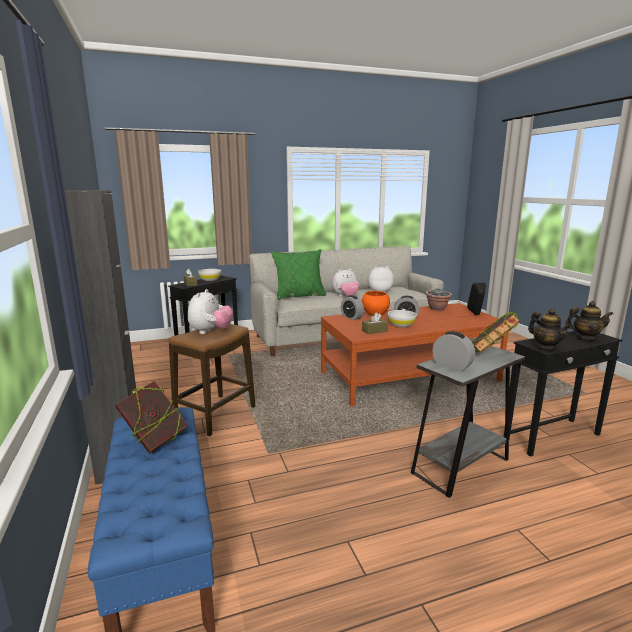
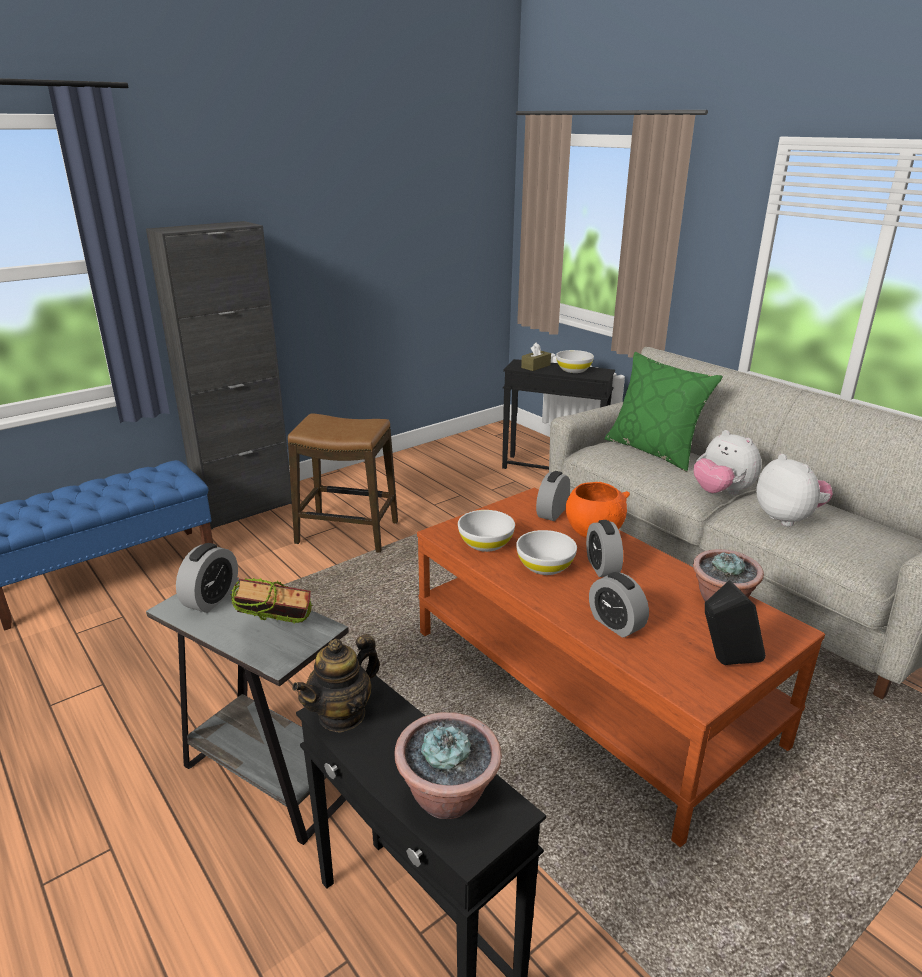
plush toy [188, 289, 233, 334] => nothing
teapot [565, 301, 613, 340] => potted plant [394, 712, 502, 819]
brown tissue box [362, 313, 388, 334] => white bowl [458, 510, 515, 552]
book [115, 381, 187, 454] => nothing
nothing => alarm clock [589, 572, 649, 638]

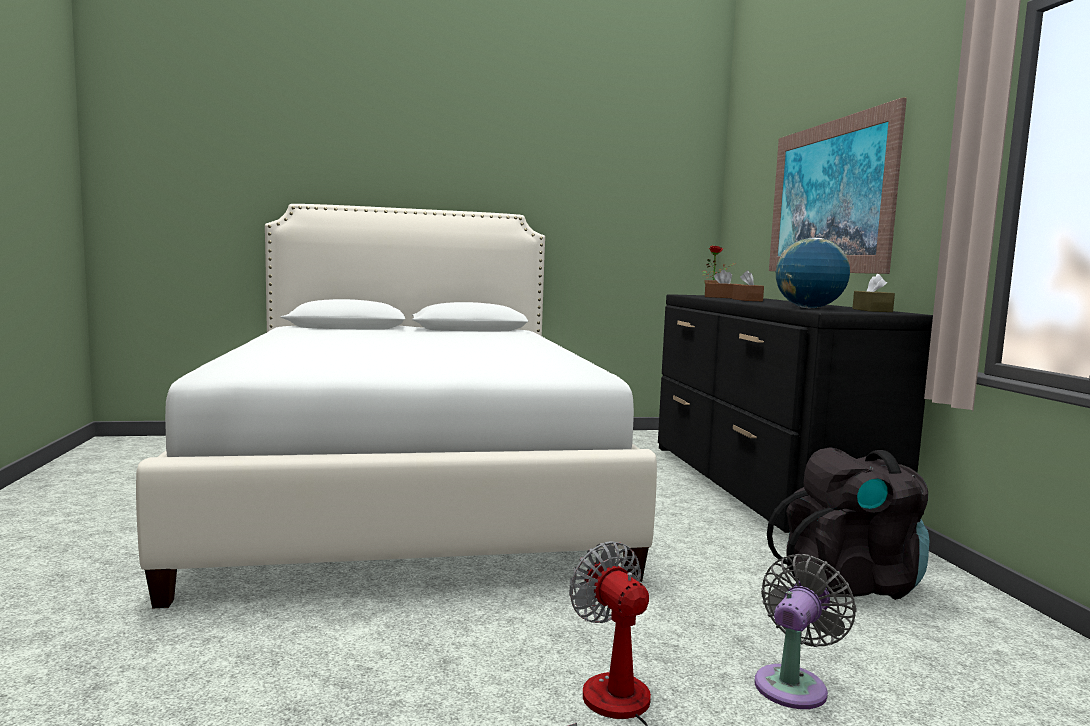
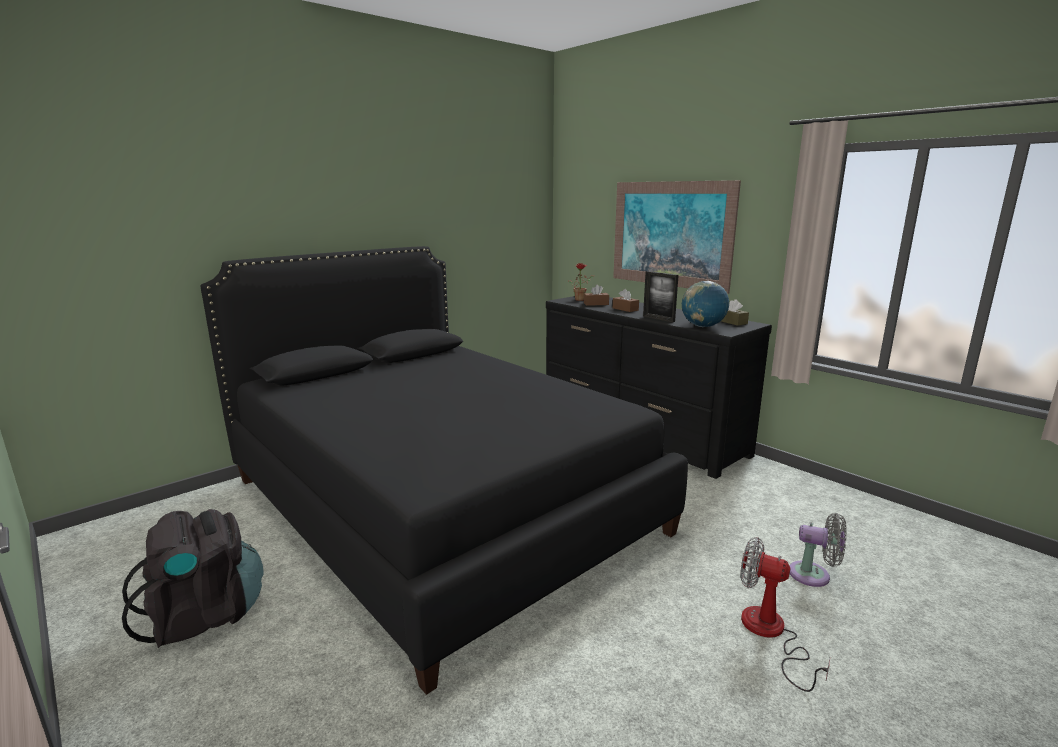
white bed [136, 204, 657, 609] => black bed [200, 246, 688, 695]
black backpack [767, 447, 930, 600] => black backpack [122, 509, 264, 648], shifted
grey fan [755, 554, 857, 709] => grey fan [789, 513, 847, 587], 105 degrees clockwise
nothing => picture frame [643, 271, 679, 322]

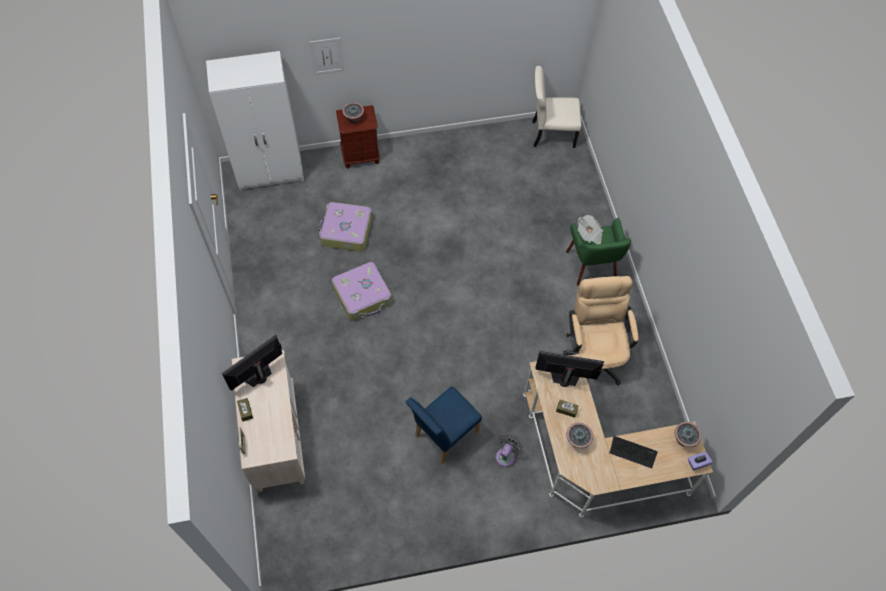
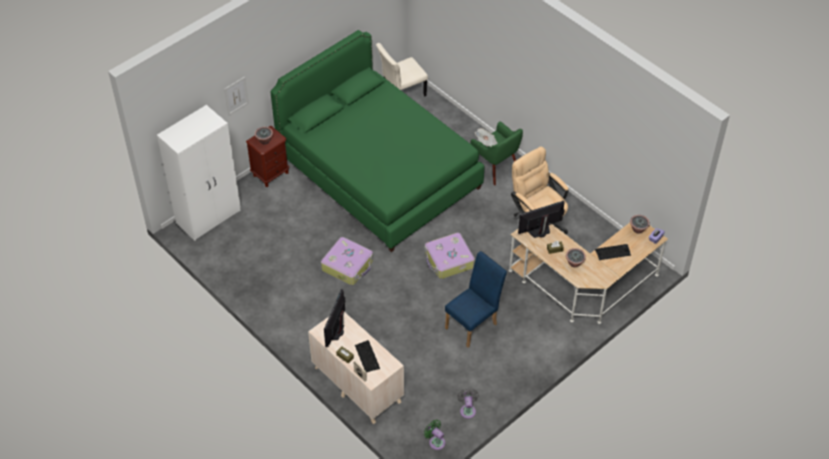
suitcase [318, 202, 372, 252] => suitcase [425, 233, 475, 279], shifted
blue chair [405, 386, 482, 464] => blue chair [445, 251, 507, 348], 150 degrees counterclockwise
grey fan [496, 434, 523, 467] => grey fan [457, 389, 479, 419], shifted
nothing => green bed [270, 30, 485, 252]
nothing => keyboard [355, 340, 380, 373]
nothing => green fan [424, 419, 445, 450]

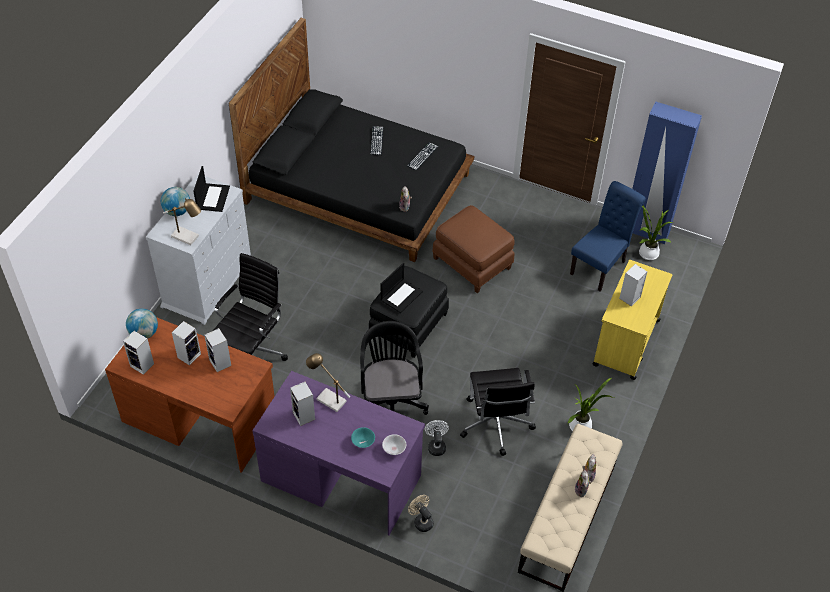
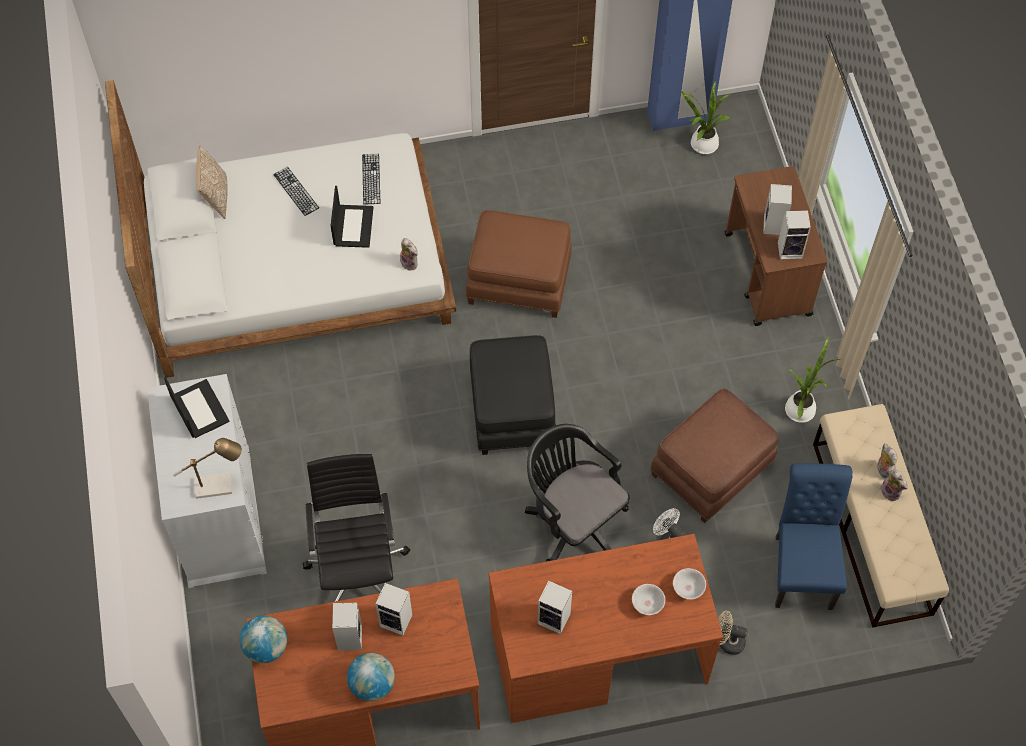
black bed [229, 18, 474, 262] => white bed [105, 80, 456, 378]
blue chair [570, 181, 646, 291] => blue chair [775, 463, 853, 610], shifted
globe [161, 187, 190, 216] => globe [347, 653, 395, 701], shifted
yellow cart [593, 260, 672, 380] => brown cart [725, 166, 828, 326]
laptop [381, 263, 423, 313] => laptop [331, 186, 374, 248], shifted
speaker [123, 331, 154, 375] => speaker [778, 210, 811, 260], shifted
table lamp [306, 353, 350, 412] => nothing
black office chair [460, 368, 536, 456] => brown ottoman [651, 389, 779, 523]
purple desk [252, 371, 425, 536] => brown desk [488, 534, 723, 723]
turquoise bowl [351, 427, 375, 448] => white bowl [632, 584, 665, 615]
nothing => pillow [196, 146, 228, 219]

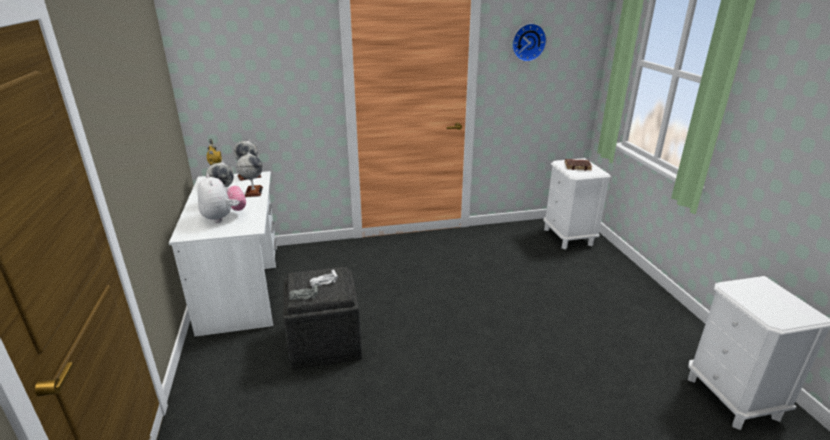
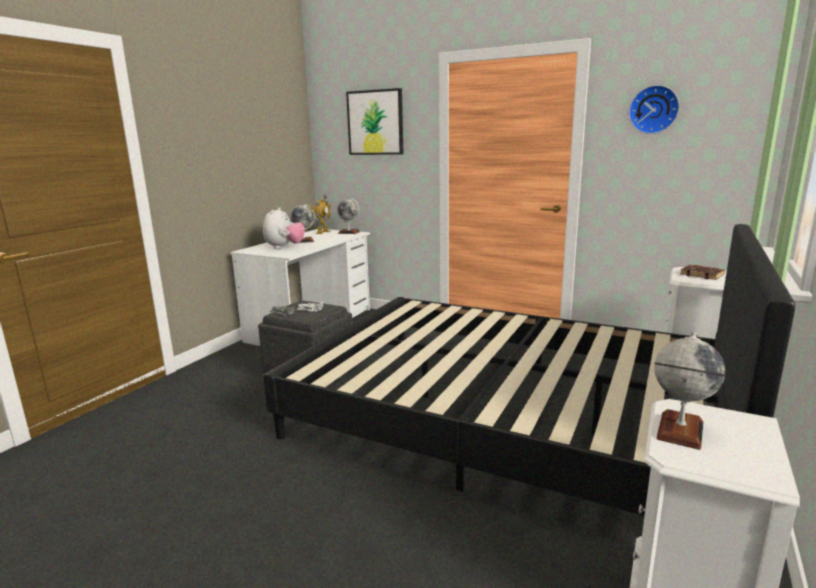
globe [237, 152, 263, 197] => globe [654, 332, 725, 450], shifted
nothing => picture [346, 88, 403, 155]
nothing => black bed [263, 224, 795, 516]

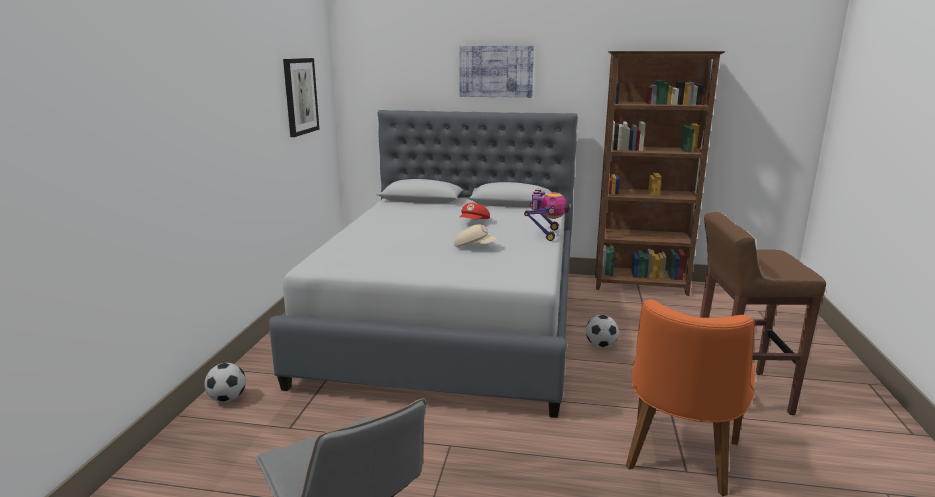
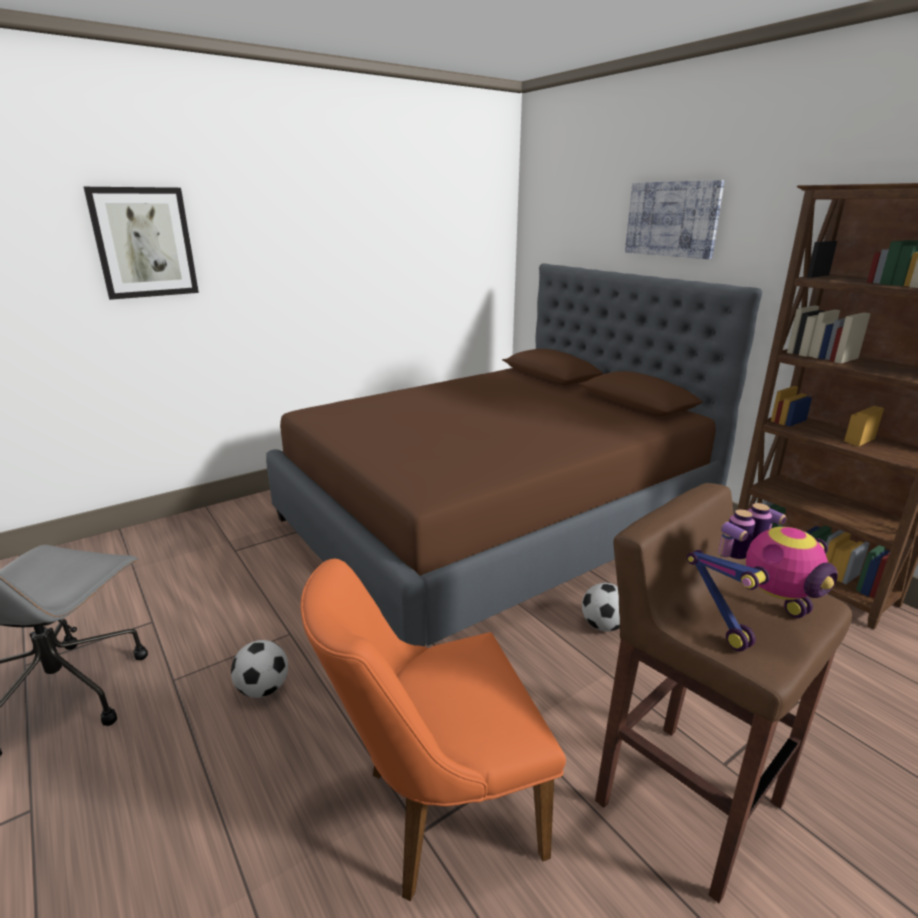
picture [283, 58, 319, 137] => picture [84, 187, 199, 300], shifted
grey bed [269, 110, 578, 418] => brown bed [266, 263, 762, 647]
toy robot [524, 189, 571, 241] => toy robot [687, 503, 838, 652], shifted
red cap [460, 203, 490, 219] => nothing
beige cap [454, 224, 497, 247] => nothing
football [205, 363, 246, 402] => football [231, 640, 288, 698], shifted

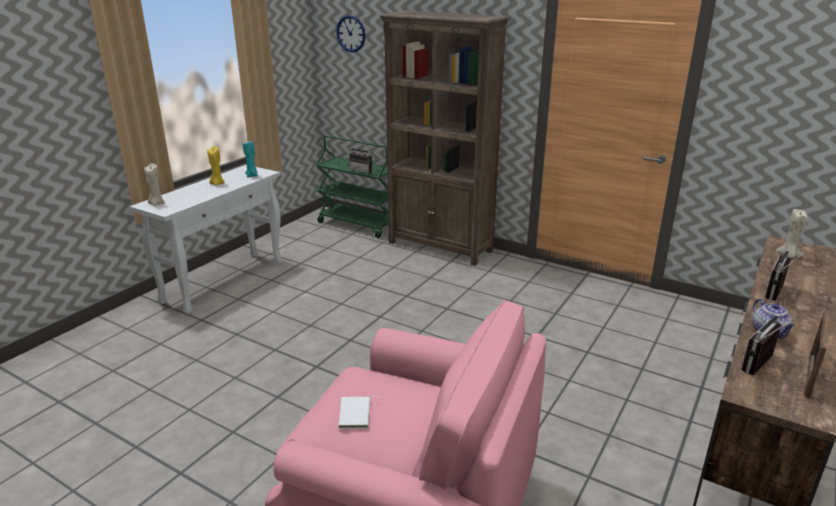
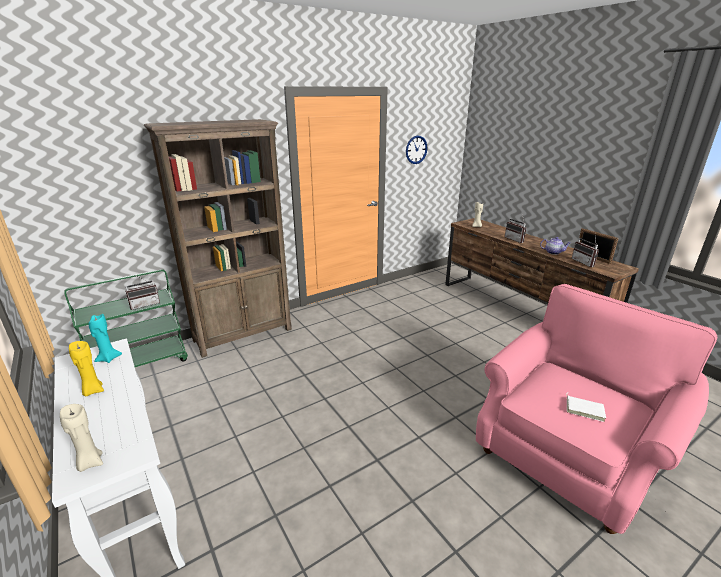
wall clock [336, 15, 365, 52] => wall clock [406, 135, 427, 164], shifted

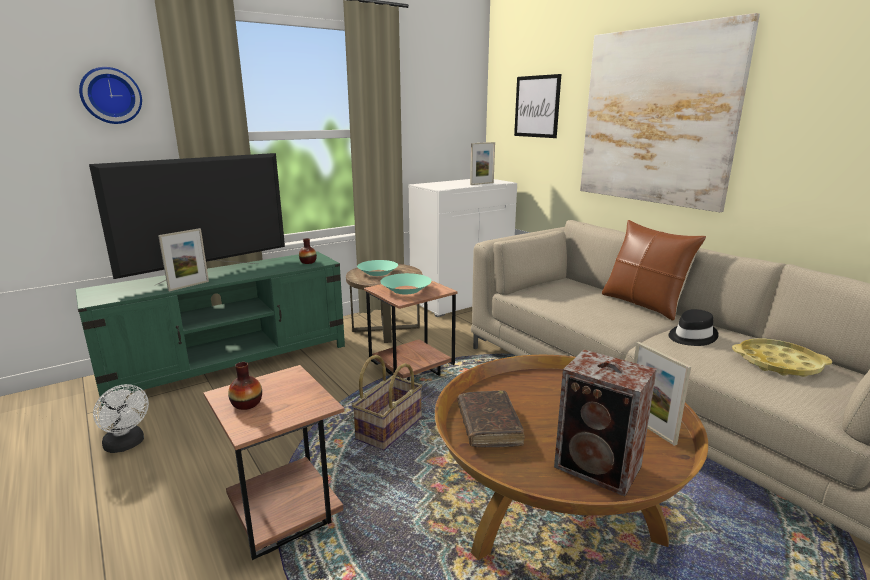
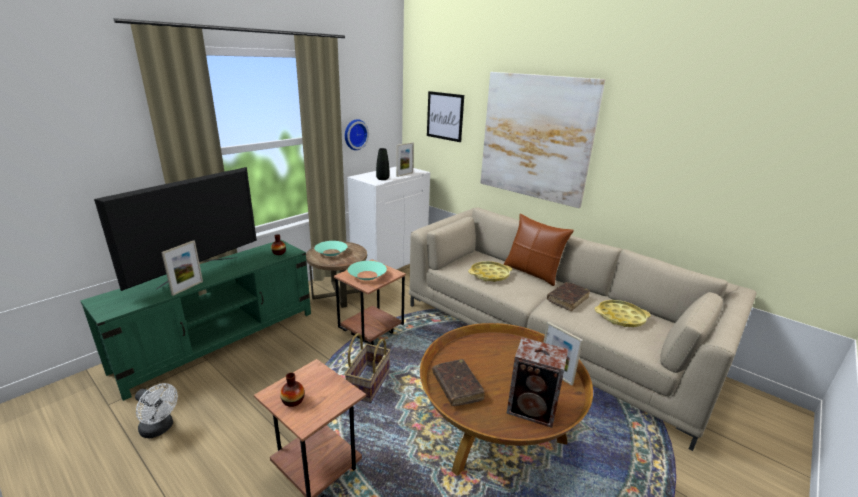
wall clock [79, 67, 142, 124] => wall clock [345, 119, 369, 150], shifted
black hat [669, 309, 719, 346] => brown book [547, 282, 590, 311]
nothing => black vase [376, 148, 389, 180]
nothing => yellow tray [468, 261, 512, 282]

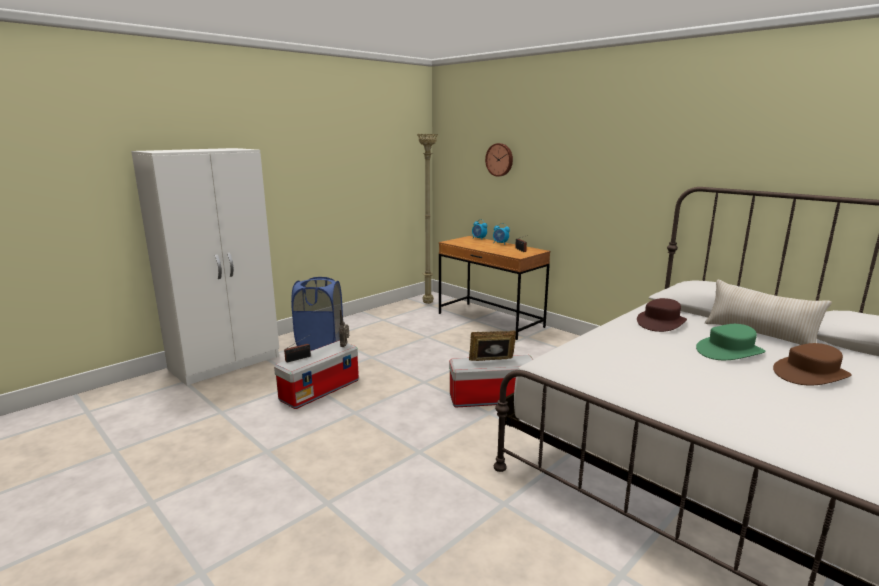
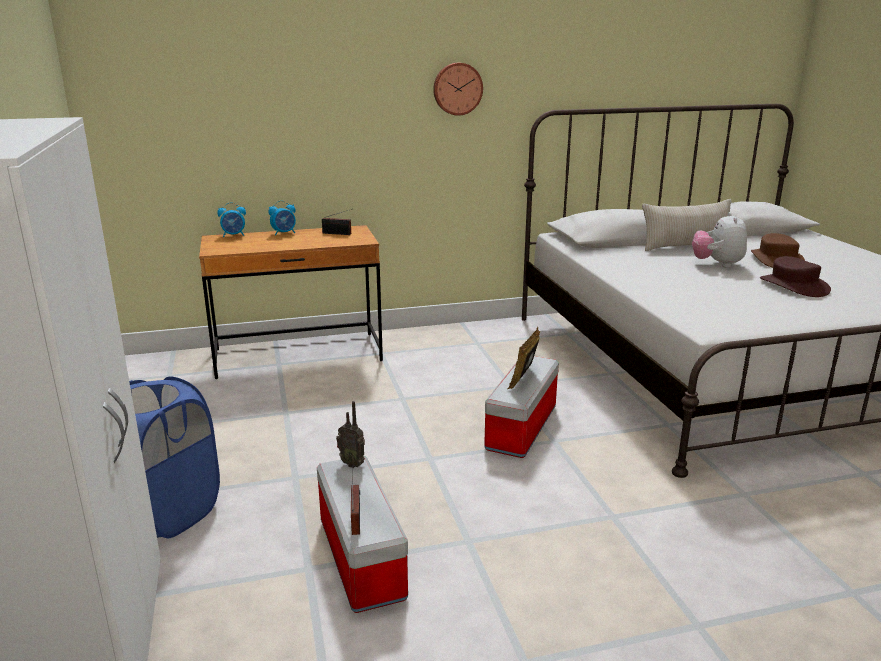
beige floor lamp [417, 134, 438, 304] => nothing
wall clock [485, 143, 513, 177] => wall clock [433, 63, 483, 116], shifted
brown hat [637, 298, 687, 332] => brown hat [760, 256, 831, 297], shifted
green hat [696, 324, 765, 360] => plush toy [692, 212, 747, 268]

